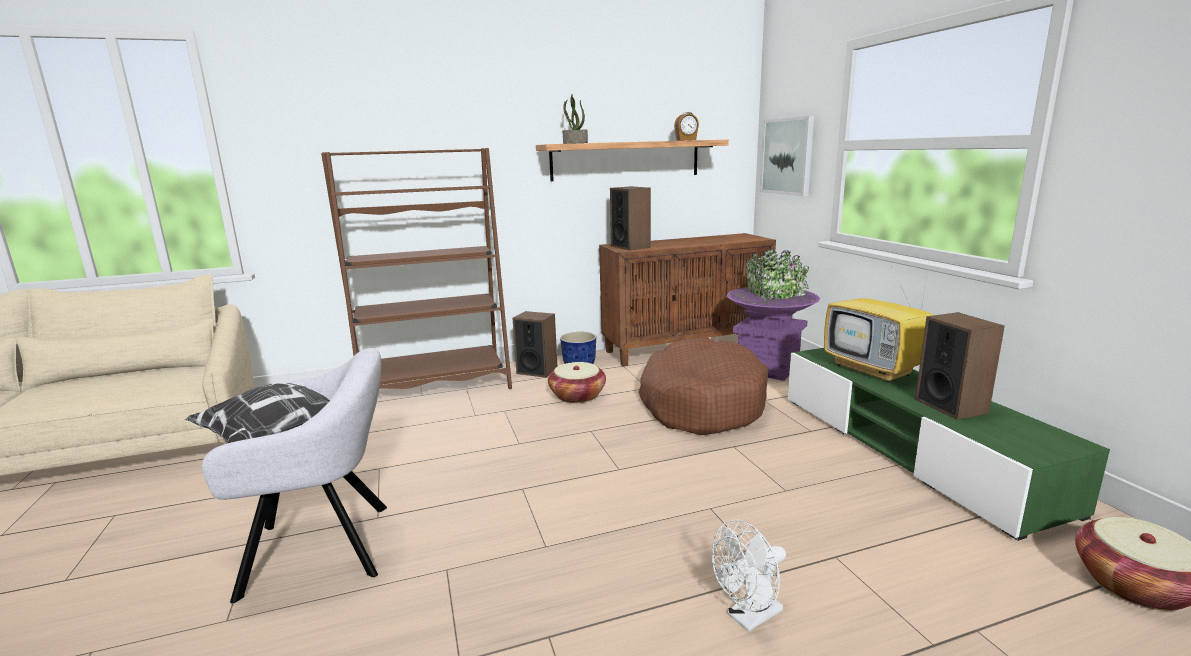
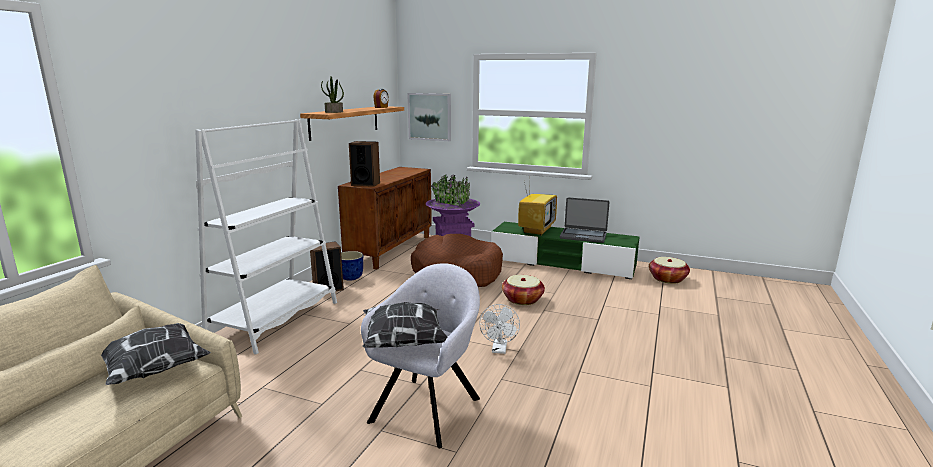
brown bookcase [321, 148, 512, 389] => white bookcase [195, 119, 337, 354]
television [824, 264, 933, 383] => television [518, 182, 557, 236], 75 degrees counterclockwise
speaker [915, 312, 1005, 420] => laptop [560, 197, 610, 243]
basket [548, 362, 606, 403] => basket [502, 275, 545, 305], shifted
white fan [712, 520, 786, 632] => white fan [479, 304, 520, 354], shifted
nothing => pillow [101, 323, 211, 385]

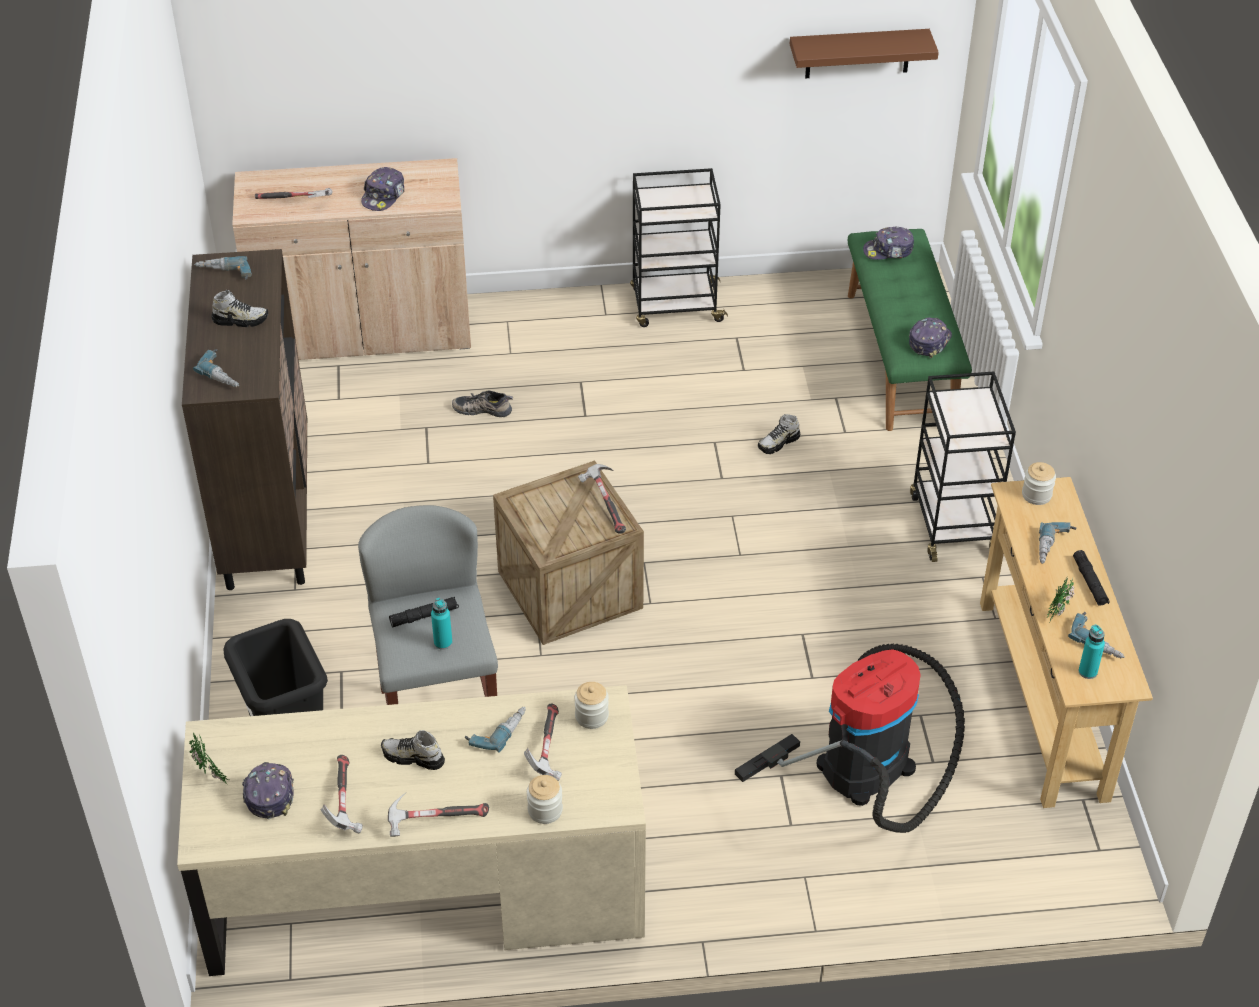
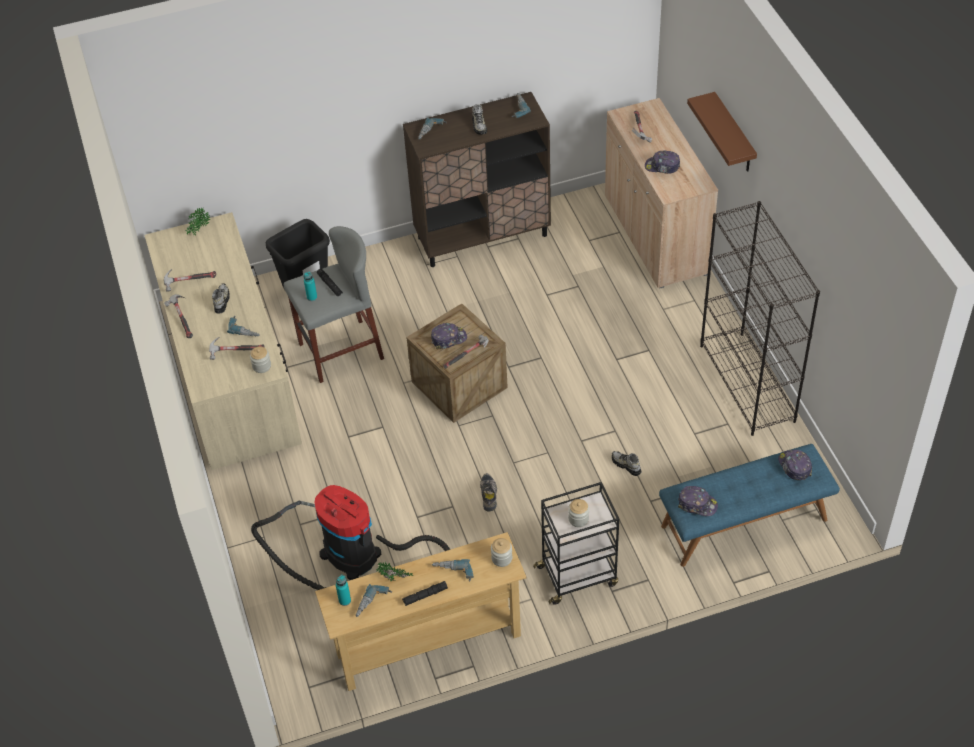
brown shelf [790, 29, 939, 78] => brown shelf [687, 92, 757, 172], shifted
black cart [630, 168, 728, 327] => black bookcase [700, 201, 820, 436]
green bench [848, 229, 972, 431] => blue bench [659, 444, 840, 567]
shoe [452, 391, 513, 417] => shoe [480, 473, 497, 512], shifted
cap [242, 762, 294, 819] => cap [431, 323, 467, 349], shifted
jar [527, 775, 563, 824] => jar [568, 499, 589, 527], shifted

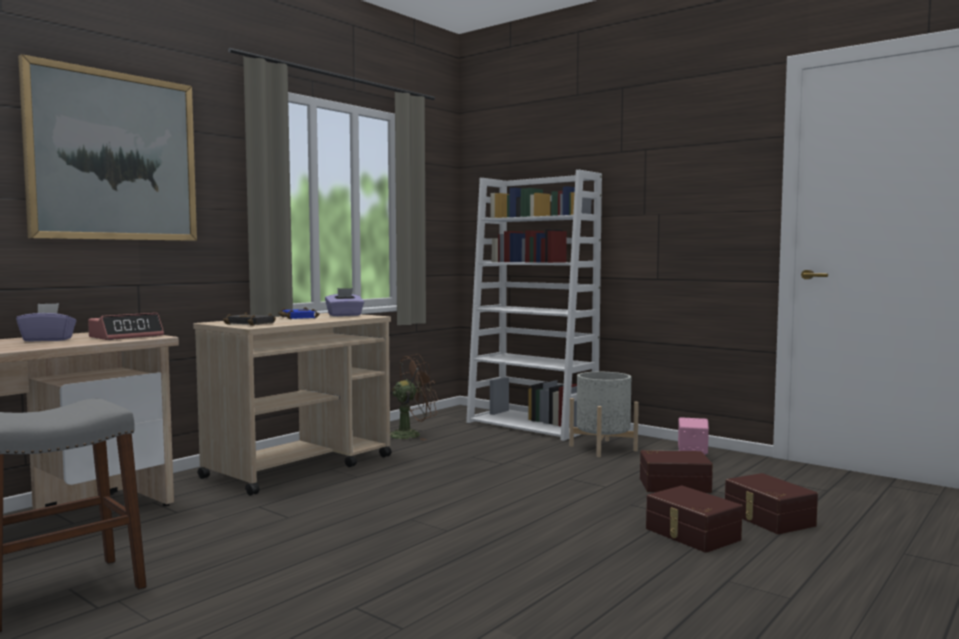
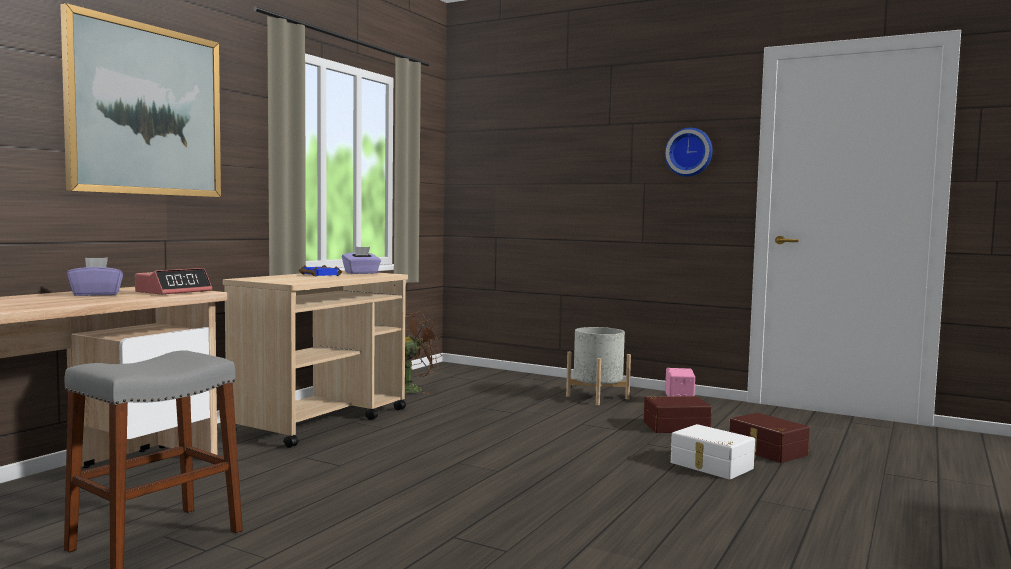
white bookcase [466, 170, 602, 441] => nothing
black book [223, 312, 276, 326] => nothing
brown storage box [646, 486, 742, 553] => white storage box [671, 424, 755, 479]
nothing => wall clock [665, 128, 713, 177]

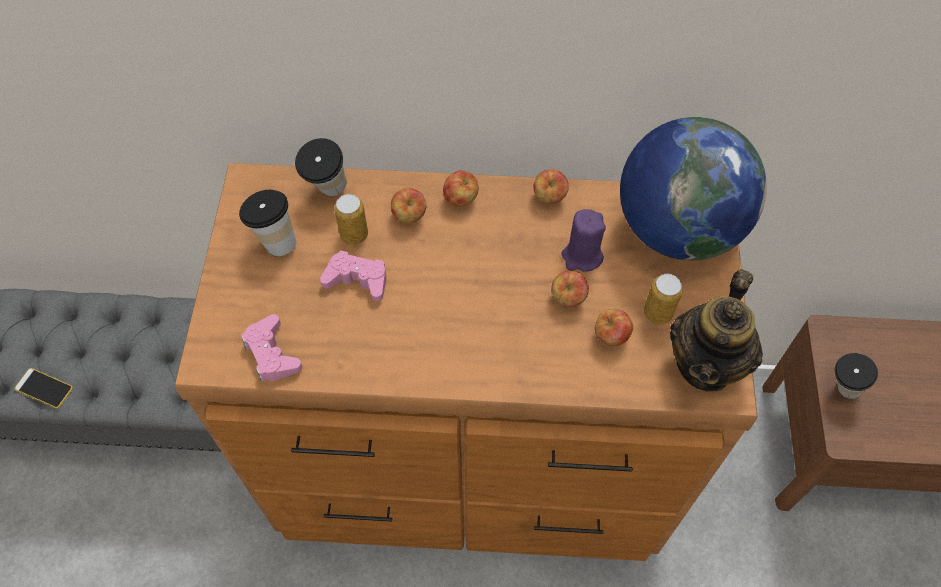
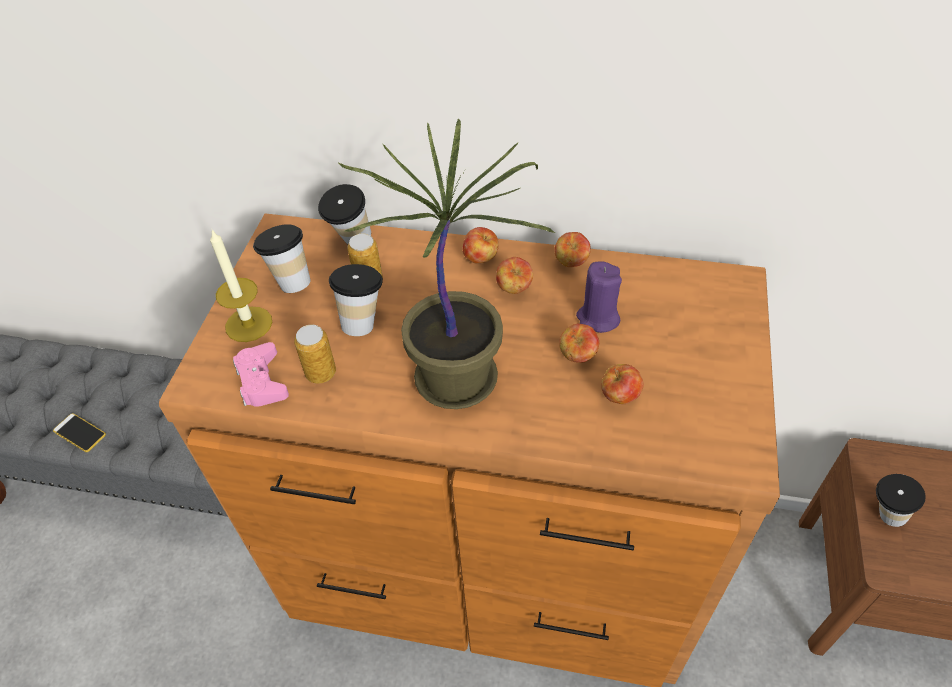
globe [620, 117, 767, 260] => nothing
apple [391, 188, 426, 223] => apple [496, 257, 533, 294], shifted
pink game controller [320, 250, 387, 302] => cup [329, 264, 383, 336]
teapot [670, 269, 763, 392] => nothing
can [644, 274, 683, 324] => can [294, 325, 336, 384], shifted
nothing => potted plant [339, 119, 555, 409]
nothing => candle [210, 230, 272, 342]

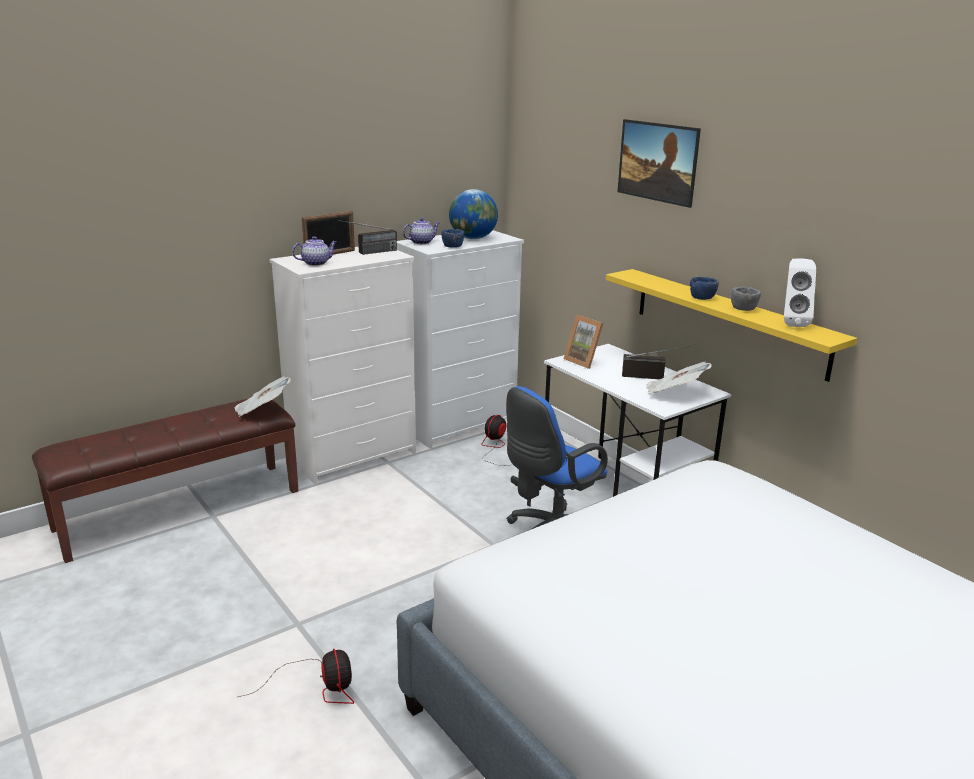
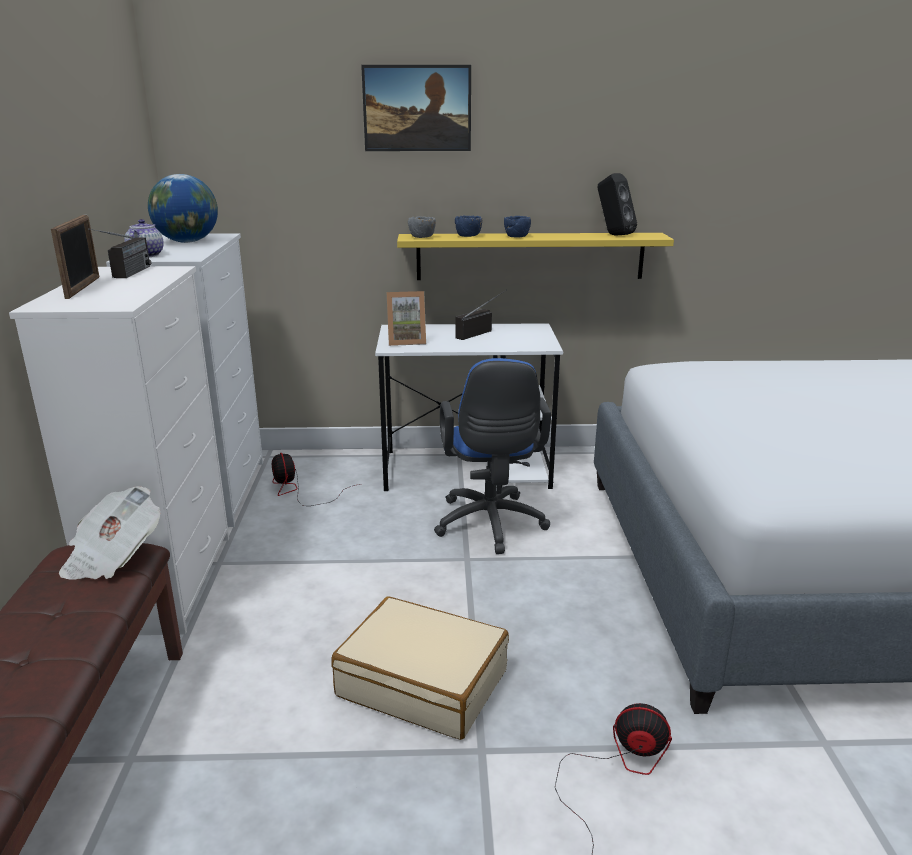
blue bowl [442, 229, 465, 248] => blue bowl [455, 216, 482, 237], shifted
teapot [292, 236, 337, 266] => nothing
white speaker [784, 258, 816, 327] => black speaker [598, 173, 637, 236]
grey bowl [731, 287, 761, 311] => grey bowl [408, 216, 436, 238], shifted
newspaper [646, 362, 712, 394] => nothing
nothing => beige suitcase [331, 596, 509, 740]

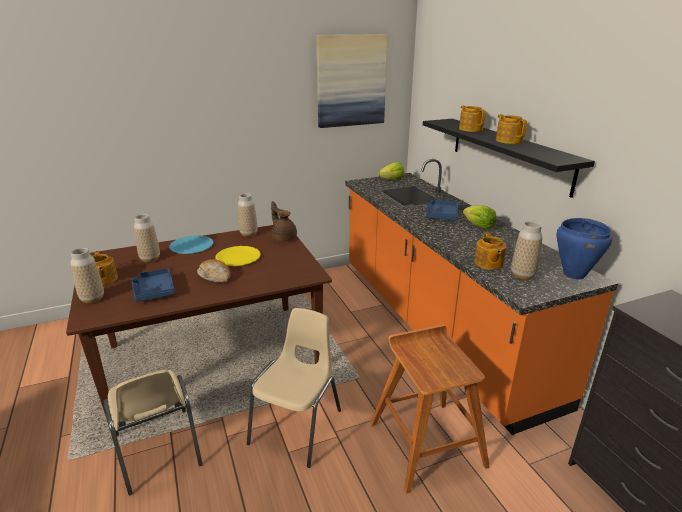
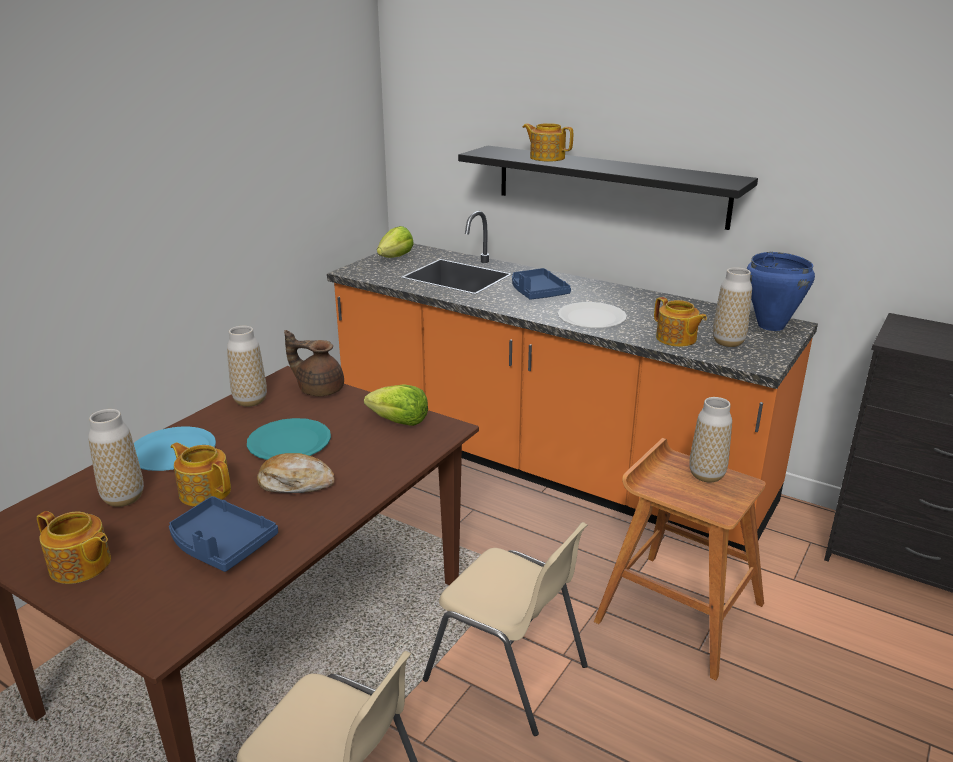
picture [316, 34, 388, 128] => nothing
teapot [496, 114, 527, 144] => teapot [171, 442, 231, 506], shifted
lettuce [463, 205, 497, 229] => lettuce [364, 384, 428, 426], shifted
yellow plate [215, 246, 261, 266] => turquoise plate [247, 418, 331, 460]
vase [70, 248, 104, 303] => vase [689, 397, 732, 483], shifted
beige chair [247, 308, 341, 468] => beige chair [423, 522, 588, 736], 135 degrees clockwise
nothing => white plate [558, 302, 627, 328]

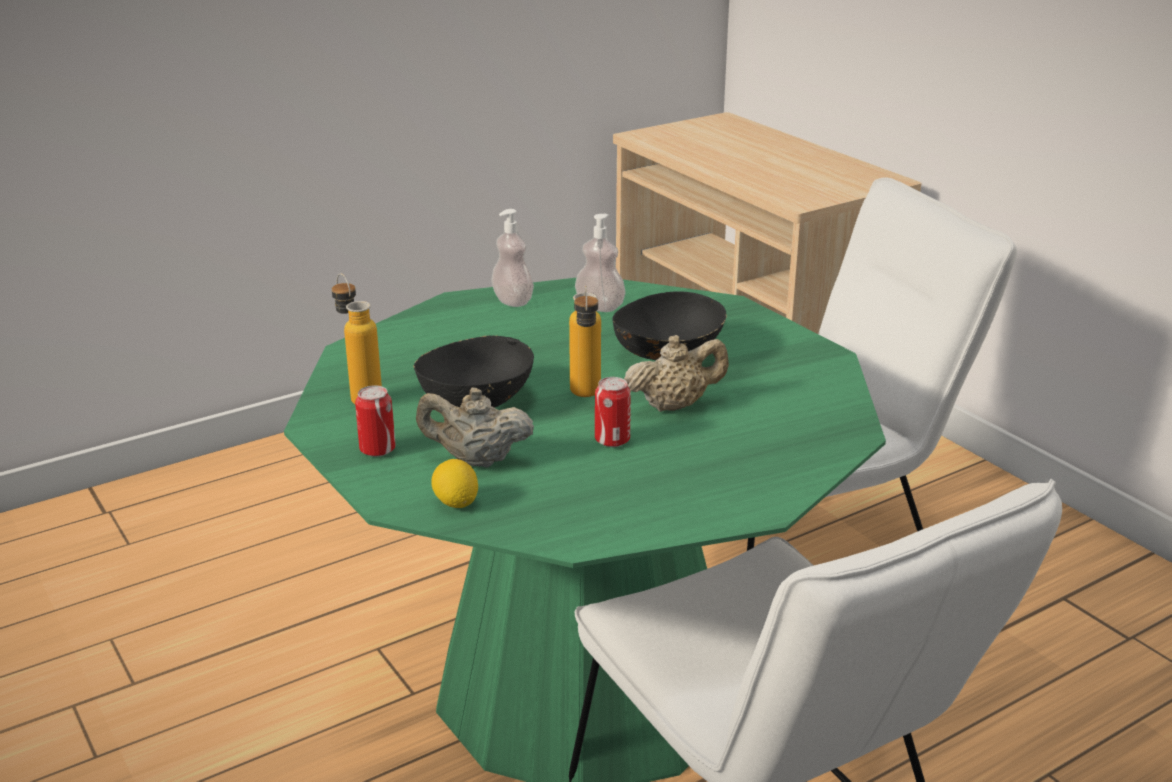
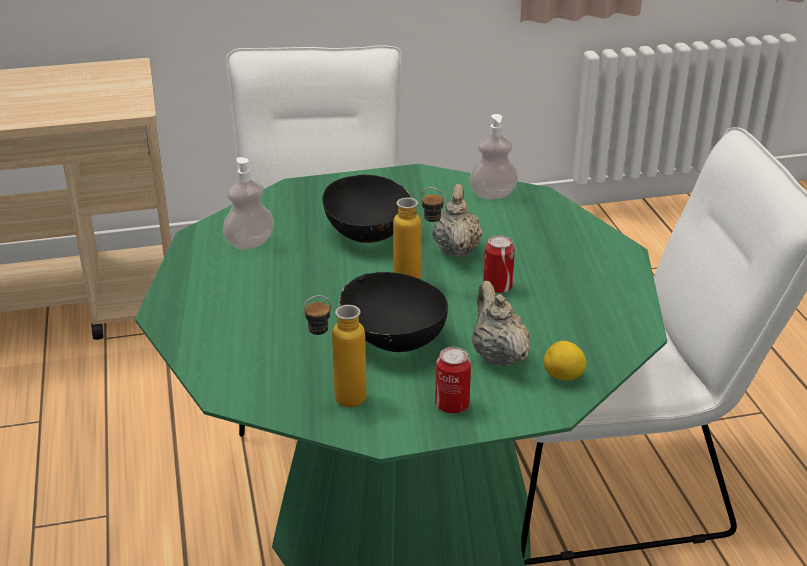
soap dispenser [492, 209, 534, 307] => soap dispenser [469, 114, 518, 199], shifted
beige teapot [416, 387, 534, 467] => beige teapot [471, 281, 530, 367], 135 degrees clockwise

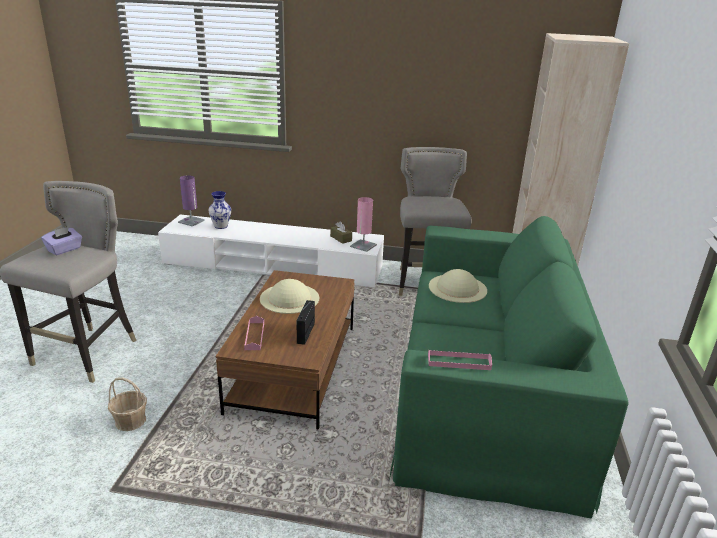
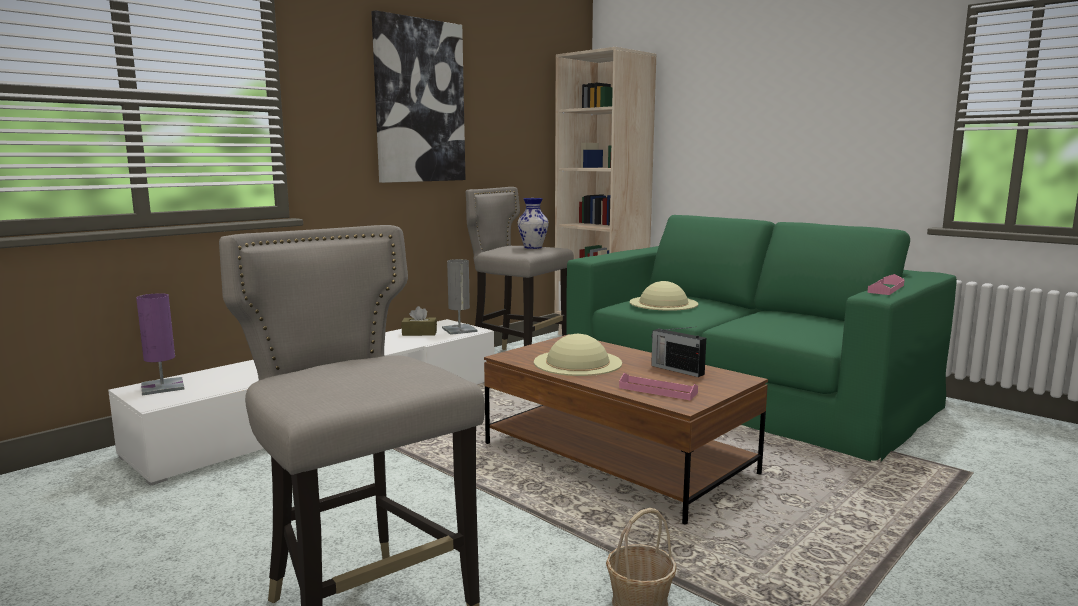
vase [208, 191, 231, 229] => vase [518, 198, 549, 249], shifted
pink table lamp [350, 197, 377, 252] => grey table lamp [442, 259, 477, 335]
purple tissue box [41, 226, 82, 255] => nothing
nothing => picture [372, 10, 465, 183]

